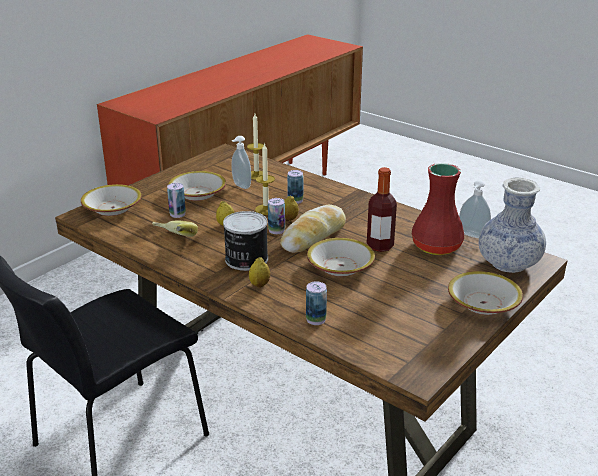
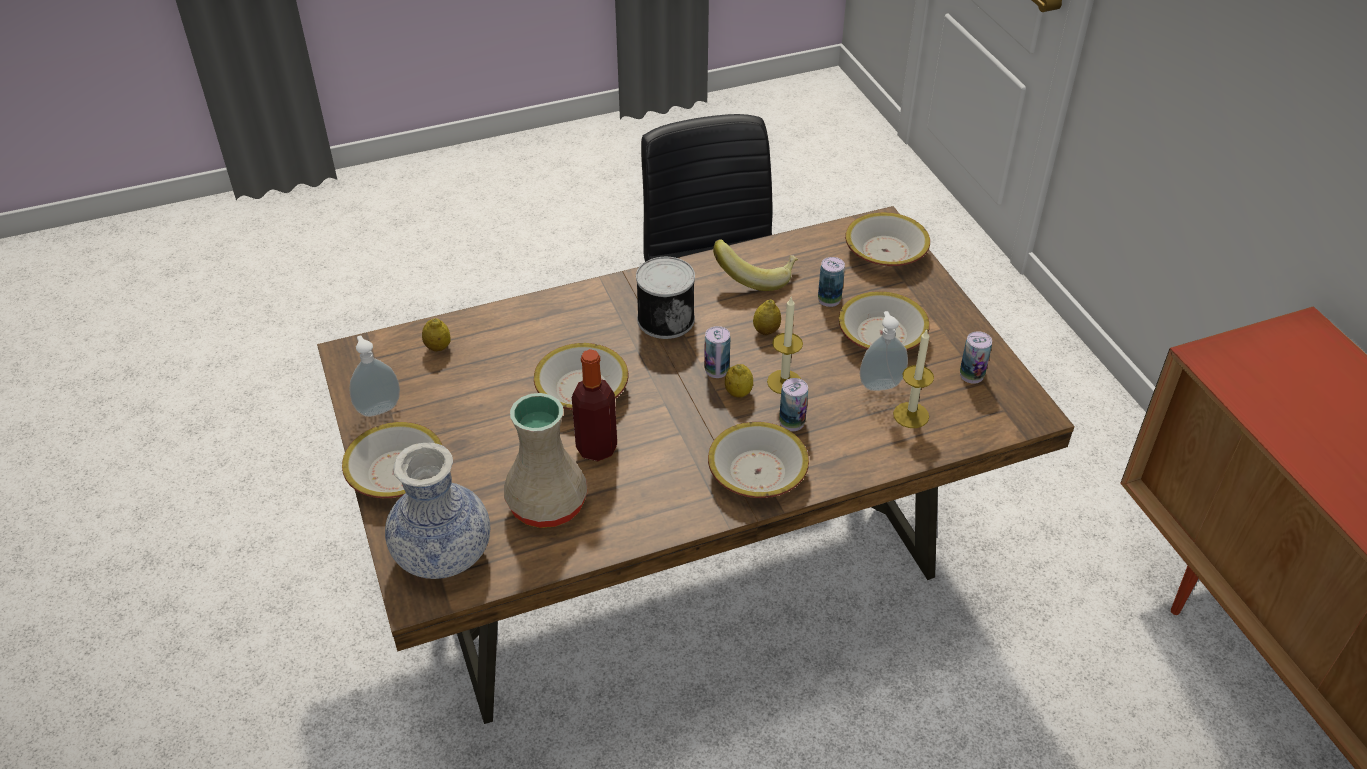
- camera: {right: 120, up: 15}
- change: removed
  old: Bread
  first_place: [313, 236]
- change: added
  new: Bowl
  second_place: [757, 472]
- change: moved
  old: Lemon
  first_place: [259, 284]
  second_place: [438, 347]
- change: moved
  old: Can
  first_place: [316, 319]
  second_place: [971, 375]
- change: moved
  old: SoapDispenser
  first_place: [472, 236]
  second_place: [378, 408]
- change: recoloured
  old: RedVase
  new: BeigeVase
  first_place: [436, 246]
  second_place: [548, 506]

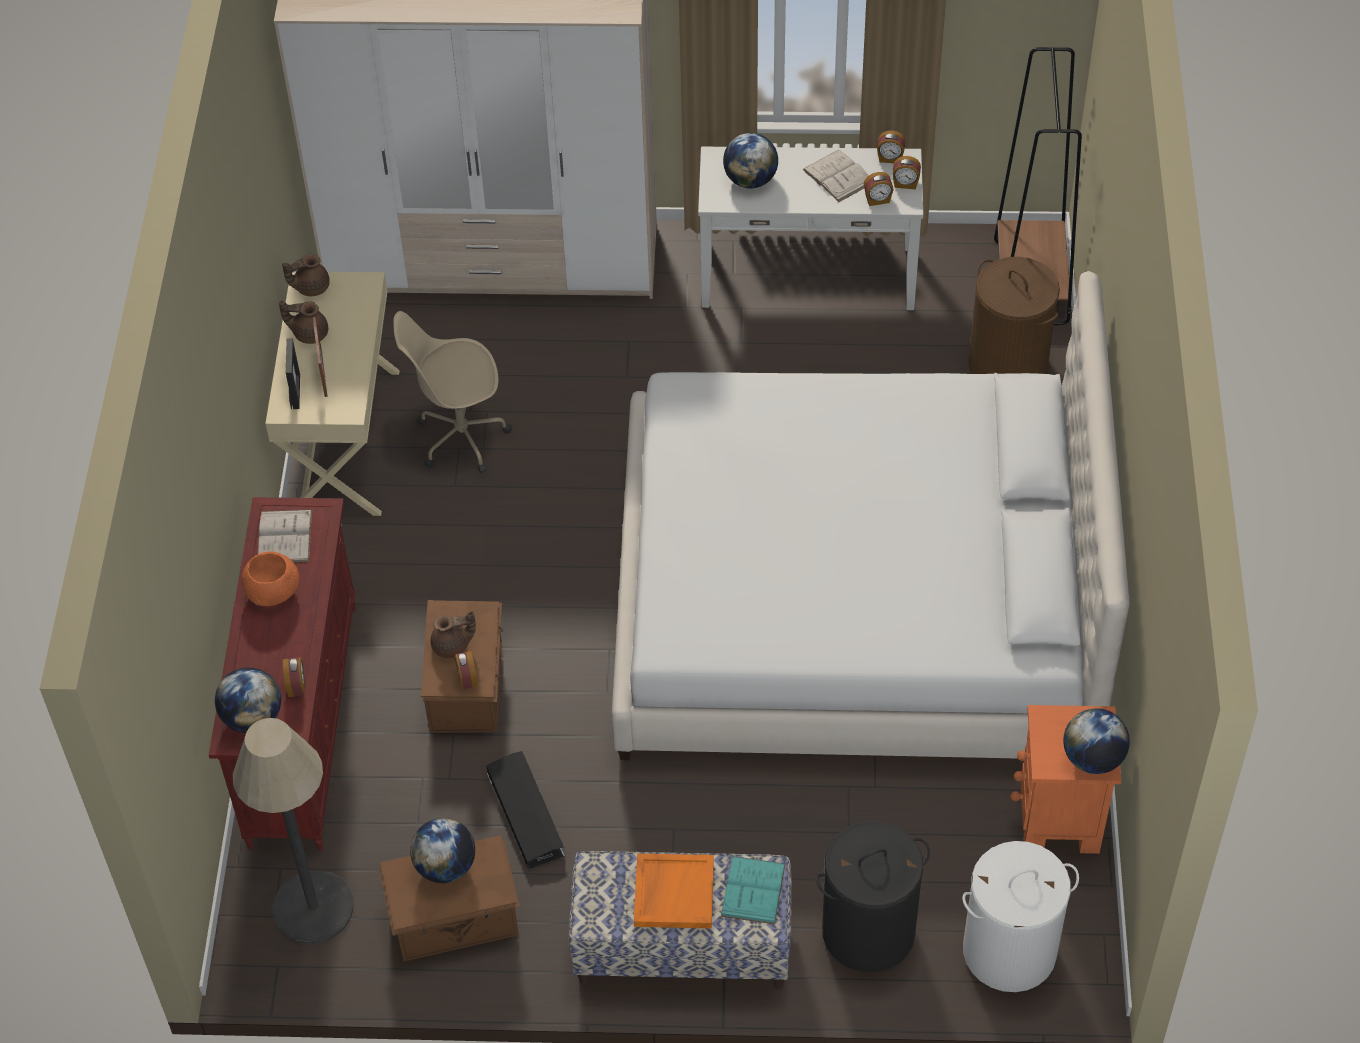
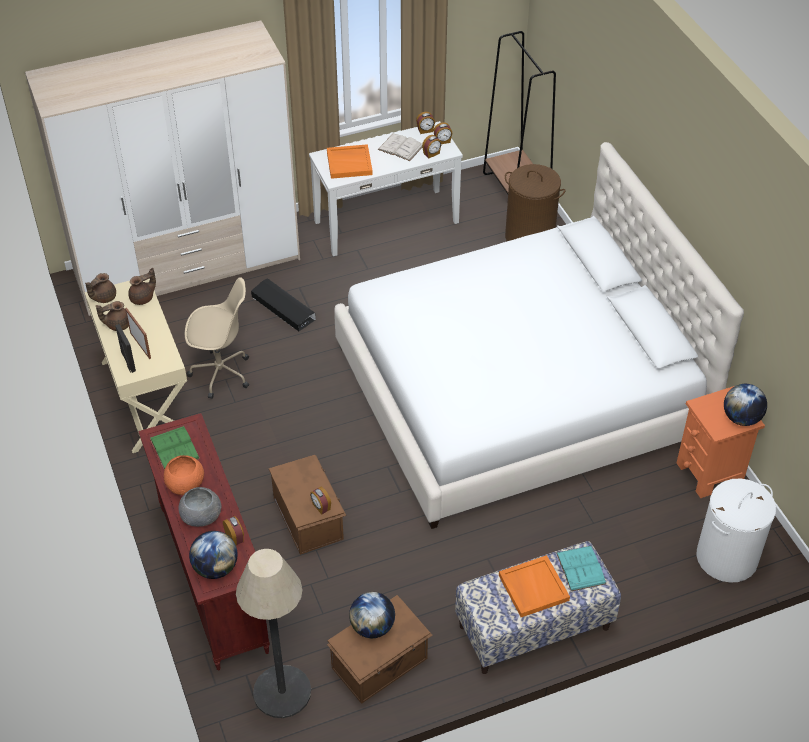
- camera: {right: -25, up: -5}
- change: removed
  old: BlackLaundryBasket
  first_place: [868, 931]
- change: added
  new: GreyBowl
  second_place: [202, 516]
- change: moved
  old: BrownTeapot
  first_place: [452, 646]
  second_place: [143, 298]
- change: moved
  old: BlackStorageBox
  first_place: [526, 814]
  second_place: [283, 308]
- change: replaced
  old: Globe
  new: OrangeTray
  first_place: [750, 180]
  second_place: [349, 163]
- change: recoloured
  old: WhiteBook
  new: GreenBook
  first_place: [285, 536]
  second_place: [174, 448]
- change: turned
  old: BeigeOfficeChair
  first_place: [459, 439]
  second_place: [222, 374]
  degrees: -150

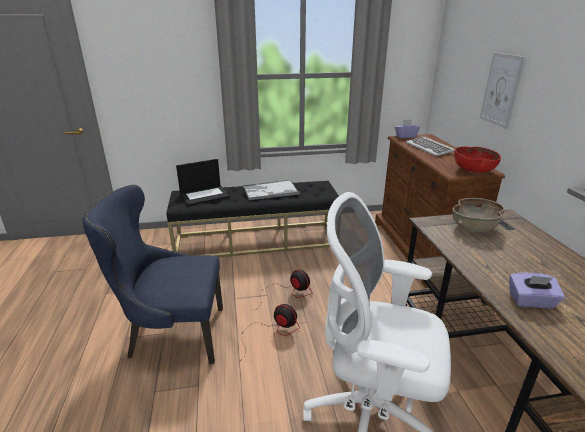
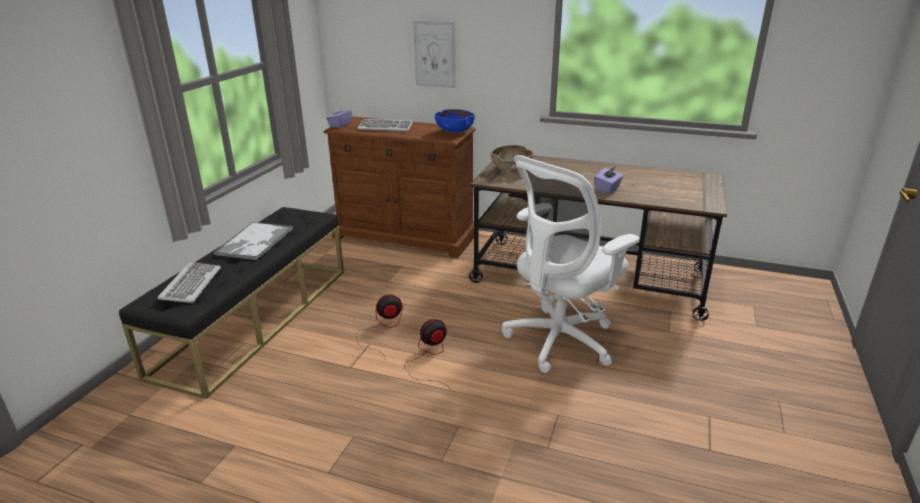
- camera: {right: -60, up: 0}
- change: removed
  old: BlueChair
  first_place: [173, 335]
- change: replaced
  old: Laptop
  new: Keyboard
  first_place: [205, 195]
  second_place: [190, 285]
- change: recoloured
  old: RedBowl
  new: BlueBowl
  first_place: [473, 170]
  second_place: [454, 131]

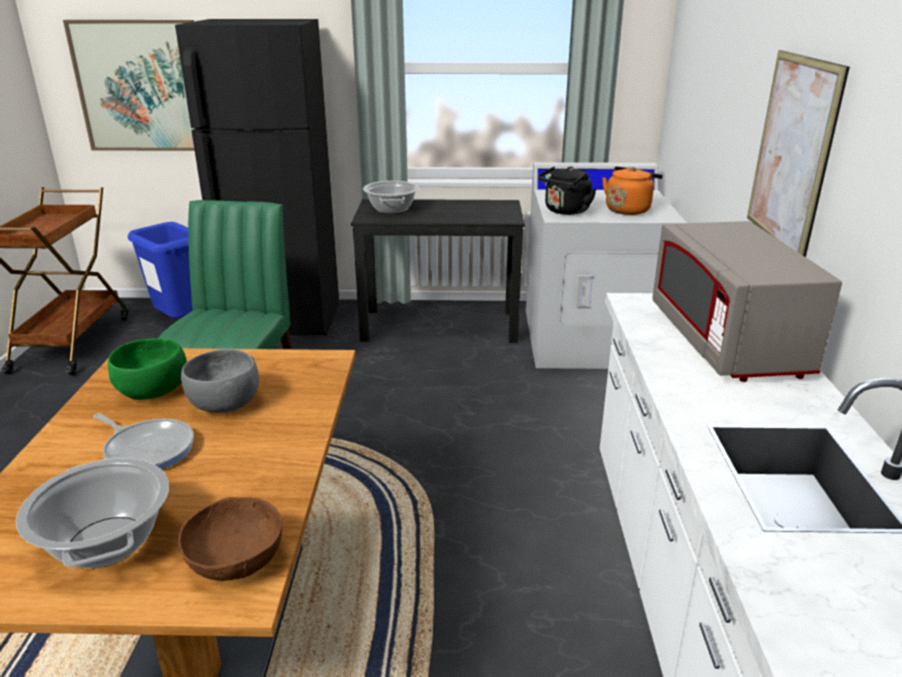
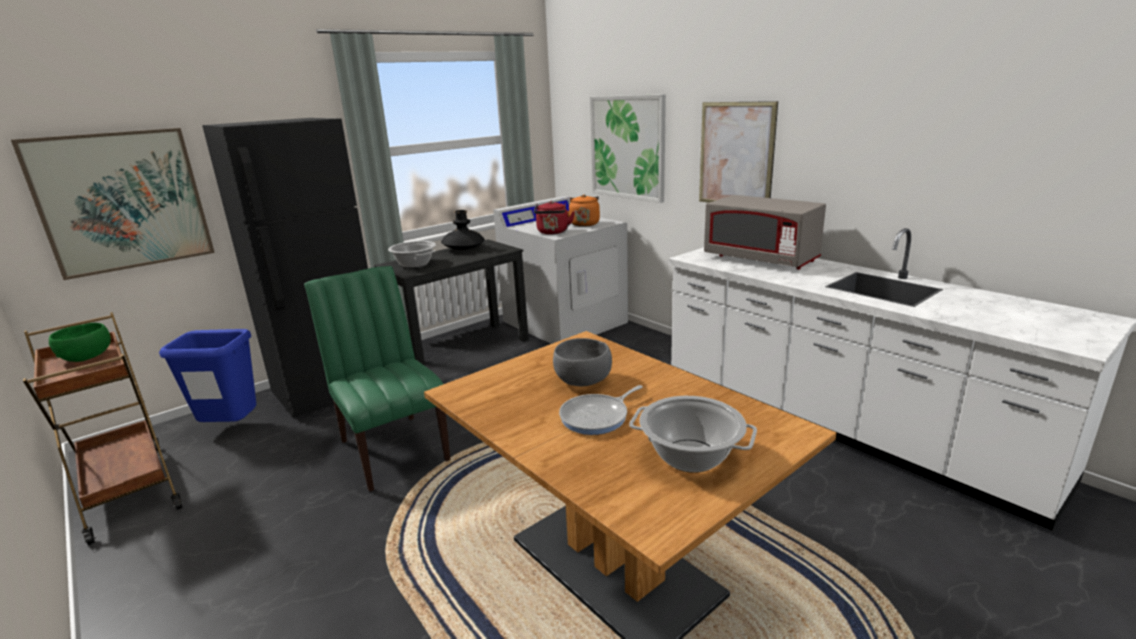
- camera: {right: -40, up: -5}
- change: removed
  old: BrownBowl
  first_place: [236, 560]
- change: added
  new: BlackVase
  second_place: [463, 249]
- change: added
  new: Picture
  second_place: [627, 147]
- change: moved
  old: GreenBowl
  first_place: [154, 391]
  second_place: [87, 357]
- change: recoloured
  old: BlackKettle
  new: RedKettle
  first_place: [565, 211]
  second_place: [553, 232]
- change: turned
  old: FryingPan
  first_place: [147, 449]
  second_place: [597, 417]
  degrees: 150

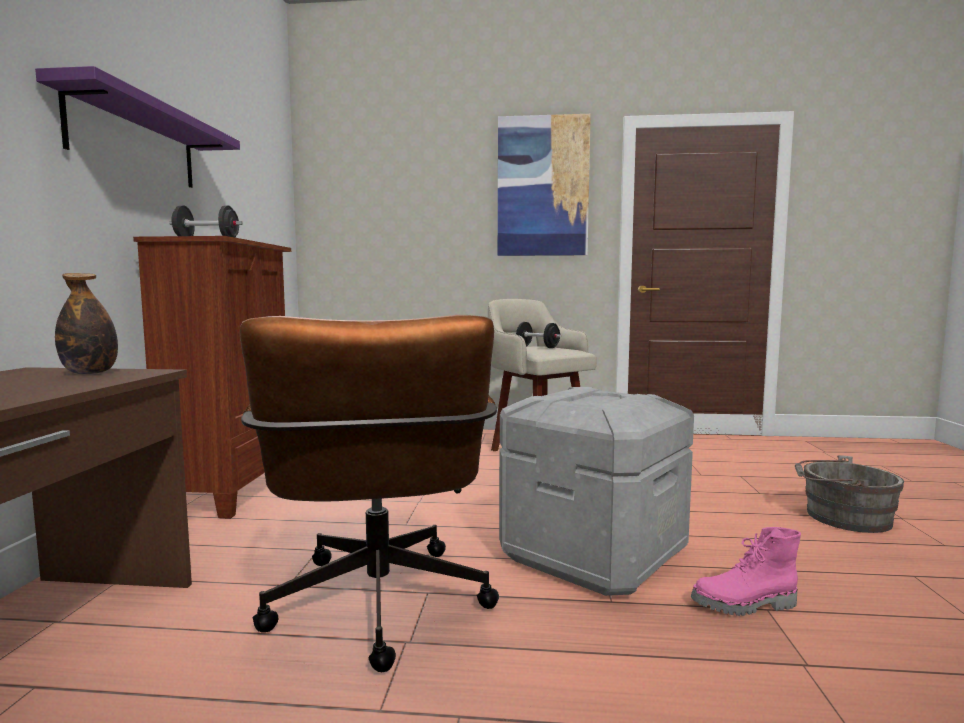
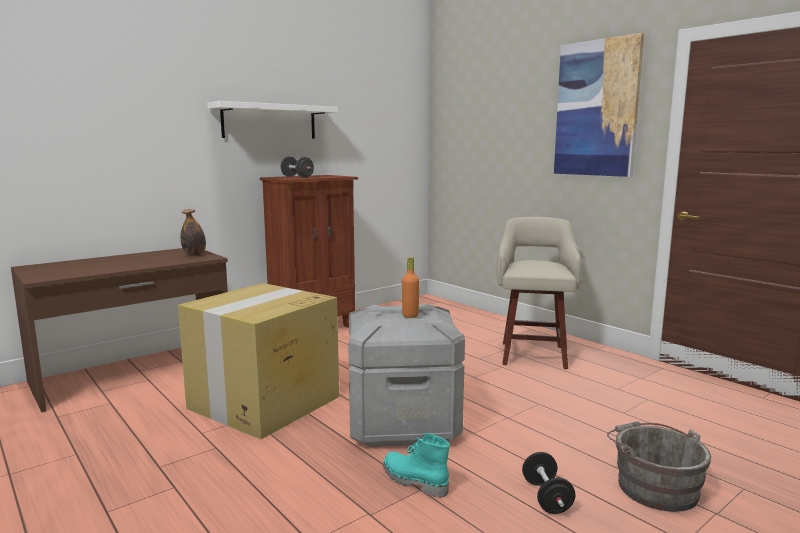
- camera: {right: 45, up: 5}
- change: added
  new: OrangeBottle
  second_place: [410, 315]
- change: moved
  old: BlackDumbbell
  first_place: [537, 347]
  second_place: [546, 498]
- change: replaced
  old: BrownOfficeChair
  new: CardboardBox
  first_place: [378, 613]
  second_place: [263, 403]
- change: recoloured
  old: PurpleShelf
  new: WhiteShelf
  first_place: [135, 141]
  second_place: [269, 122]
- change: recoloured
  old: PinkBoot
  new: TurquoiseBoot
  first_place: [745, 605]
  second_place: [413, 482]

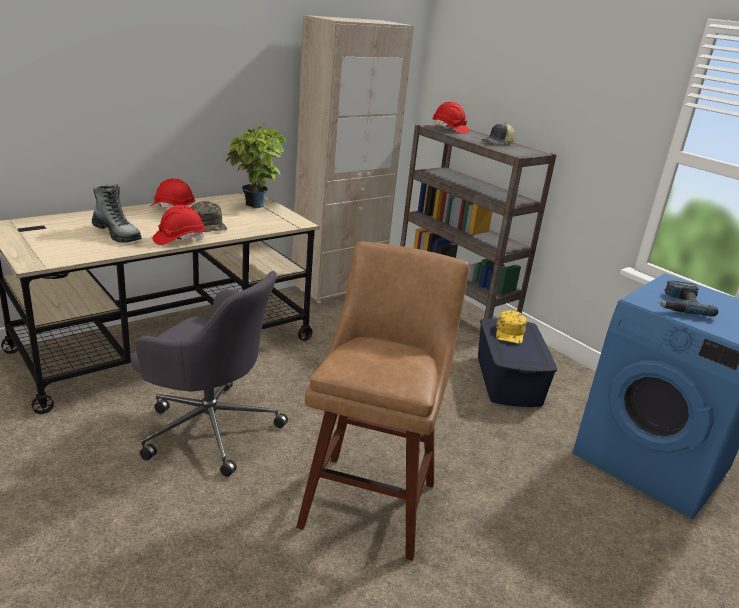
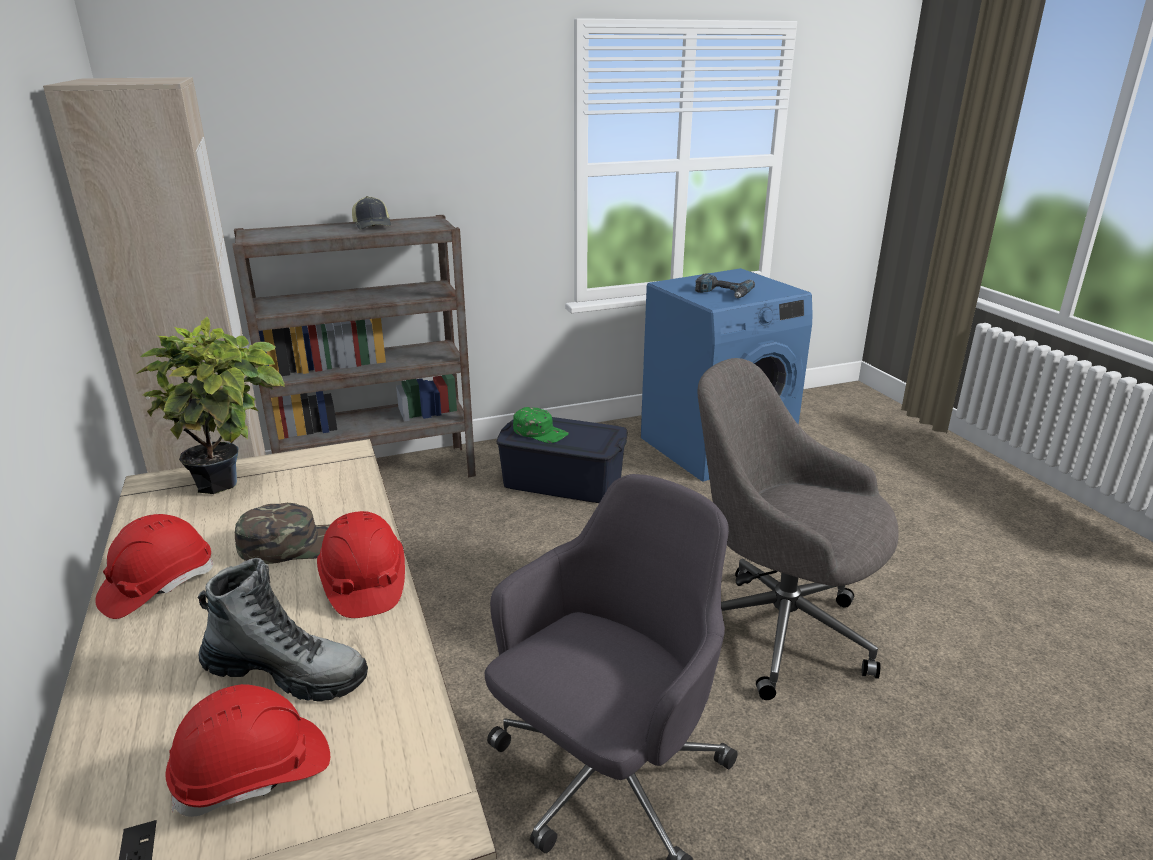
- camera: {right: -70, up: 0}
- change: moved
  old: RedHardHat
  first_place: [449, 129]
  second_place: [254, 774]
- change: replaced
  old: BrownStool
  new: GreyOfficeChair
  first_place: [370, 500]
  second_place: [778, 632]
- change: recoloured
  old: YellowCap
  new: GreenCap
  first_place: [510, 332]
  second_place: [540, 432]
- change: turned
  old: Boot
  first_place: [117, 234]
  second_place: [287, 673]
  degrees: 45

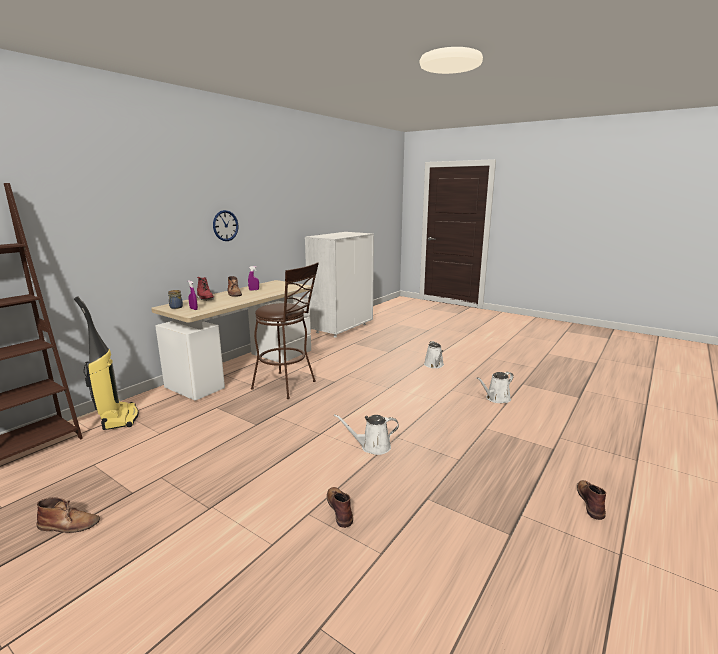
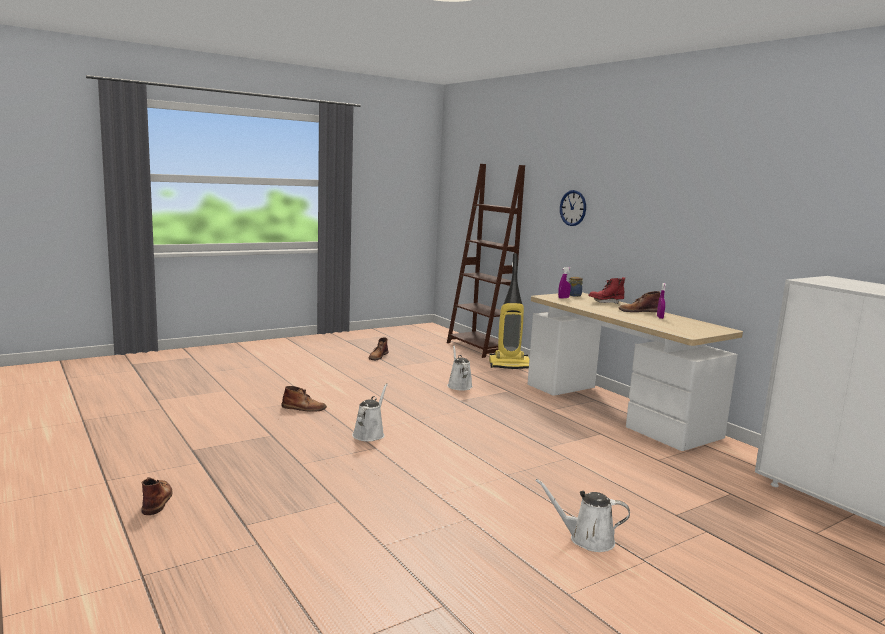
- camera: {right: 110, up: -5}
- change: removed
  old: BrownStool
  first_place: [288, 386]
- change: moved
  old: WallClock
  first_place: [225, 225]
  second_place: [573, 208]
- change: moved
  old: WhiteWateringCan
  first_place: [496, 399]
  second_place: [459, 385]
- change: turned
  old: BrownBoot
  first_place: [590, 501]
  second_place: [157, 500]
  degrees: -135

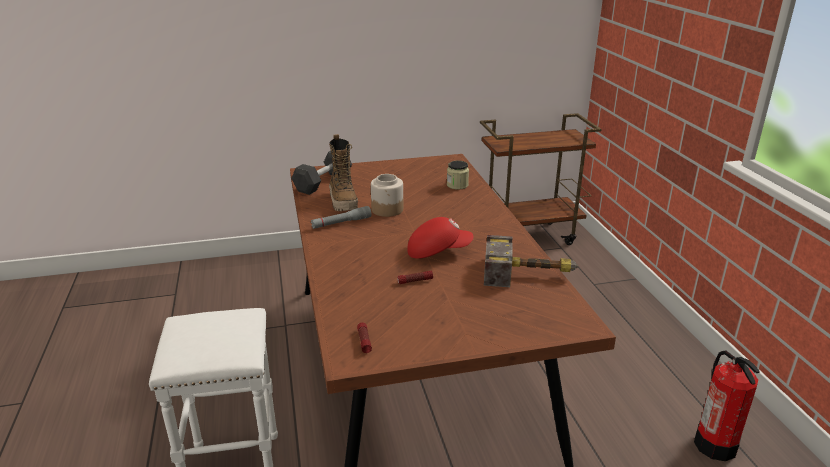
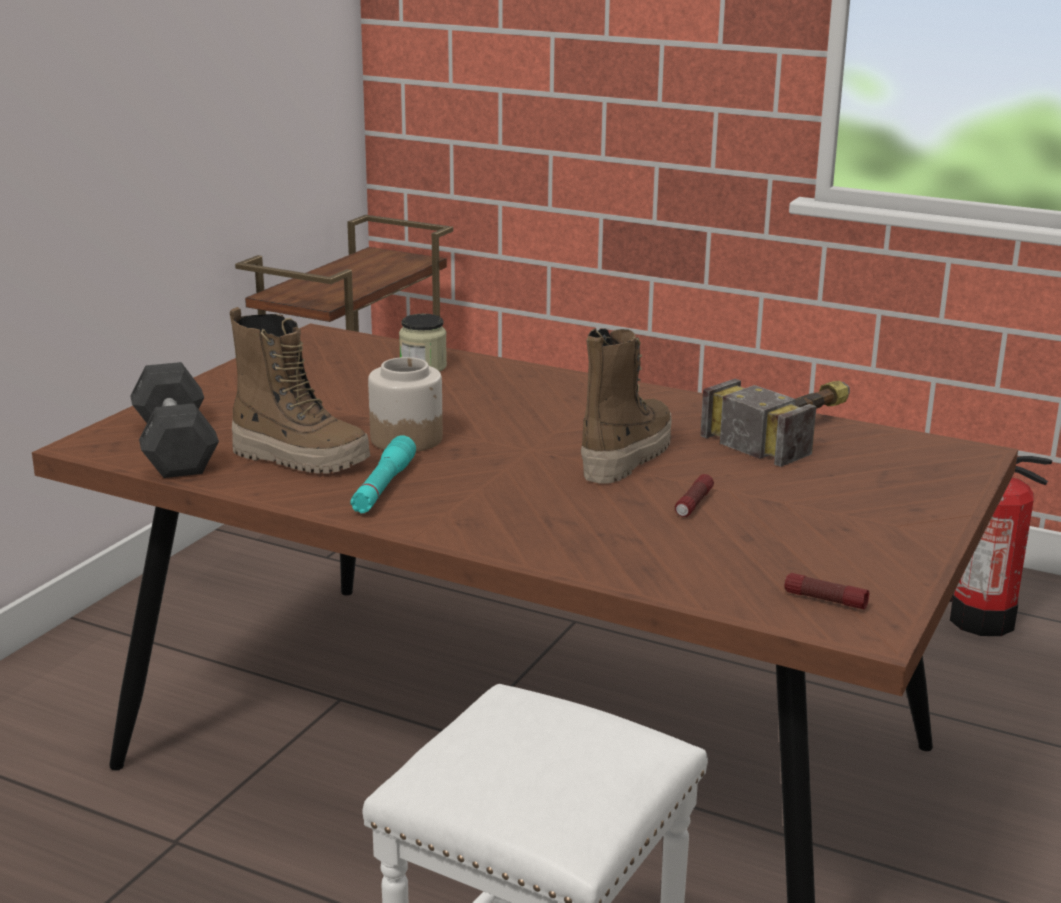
- camera: {right: -50, up: -5}
- change: replaced
  old: RedCap
  new: Boot
  first_place: [438, 251]
  second_place: [625, 457]
- change: recoloured
  old: GreyFlashlight
  new: TurquoiseFlashlight
  first_place: [341, 223]
  second_place: [383, 487]

